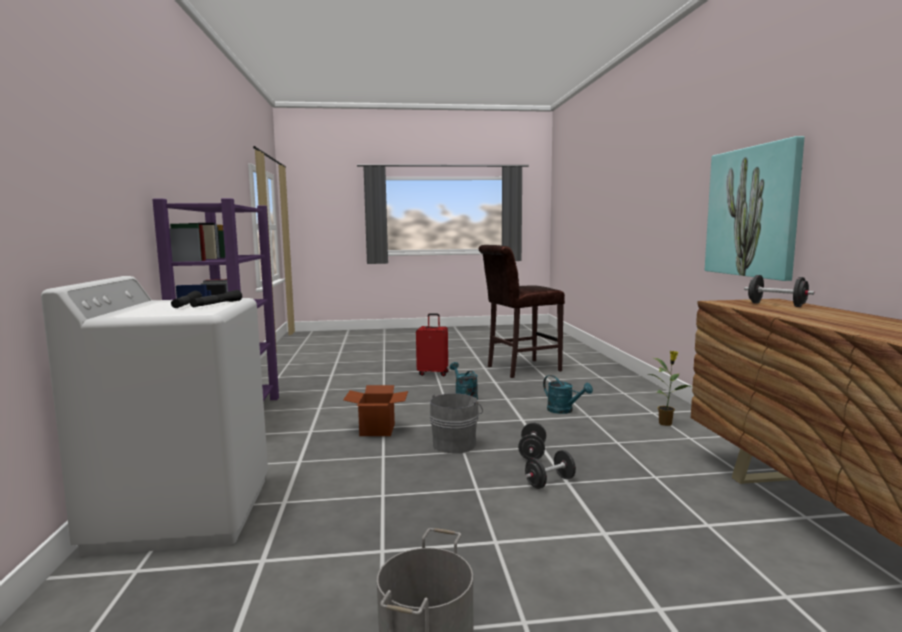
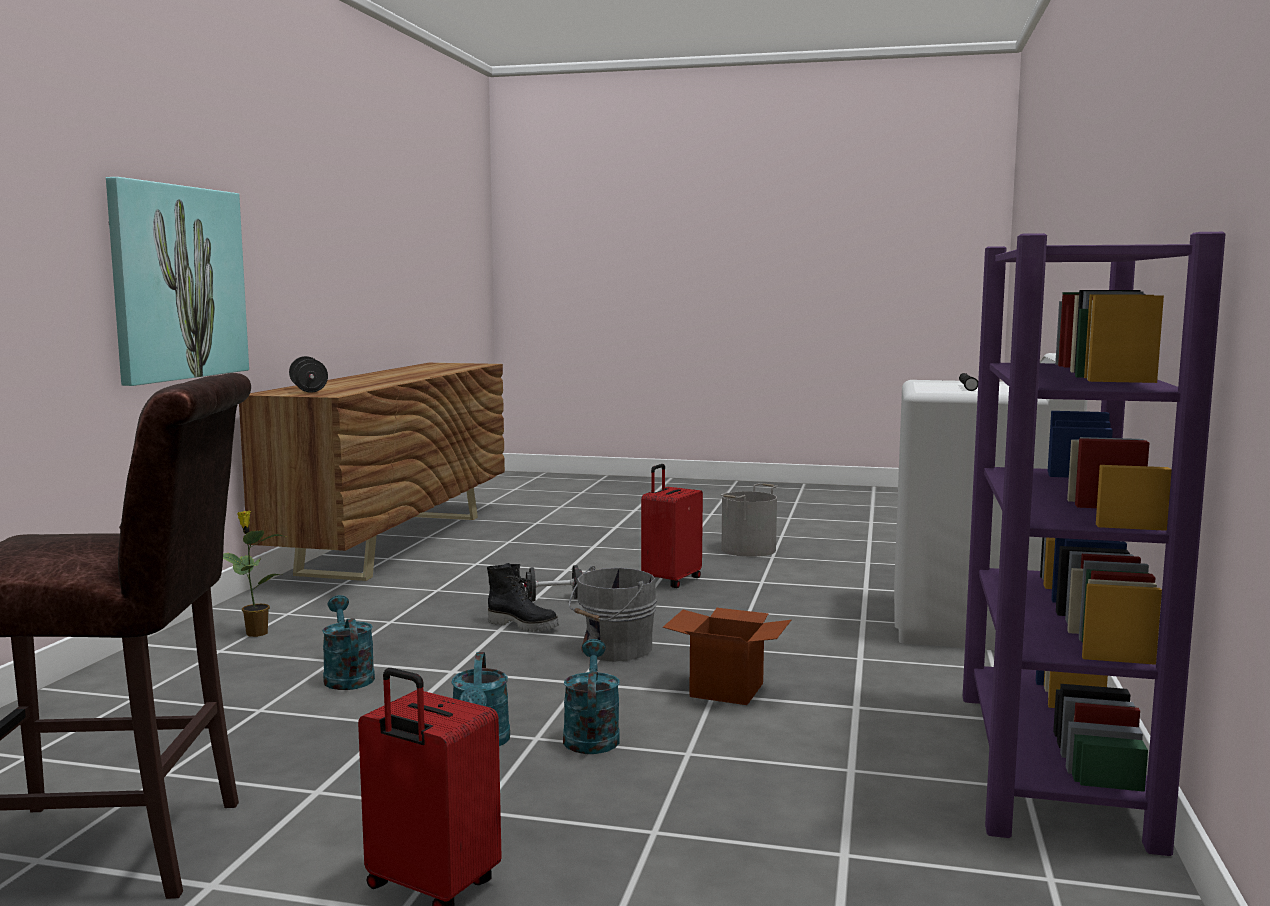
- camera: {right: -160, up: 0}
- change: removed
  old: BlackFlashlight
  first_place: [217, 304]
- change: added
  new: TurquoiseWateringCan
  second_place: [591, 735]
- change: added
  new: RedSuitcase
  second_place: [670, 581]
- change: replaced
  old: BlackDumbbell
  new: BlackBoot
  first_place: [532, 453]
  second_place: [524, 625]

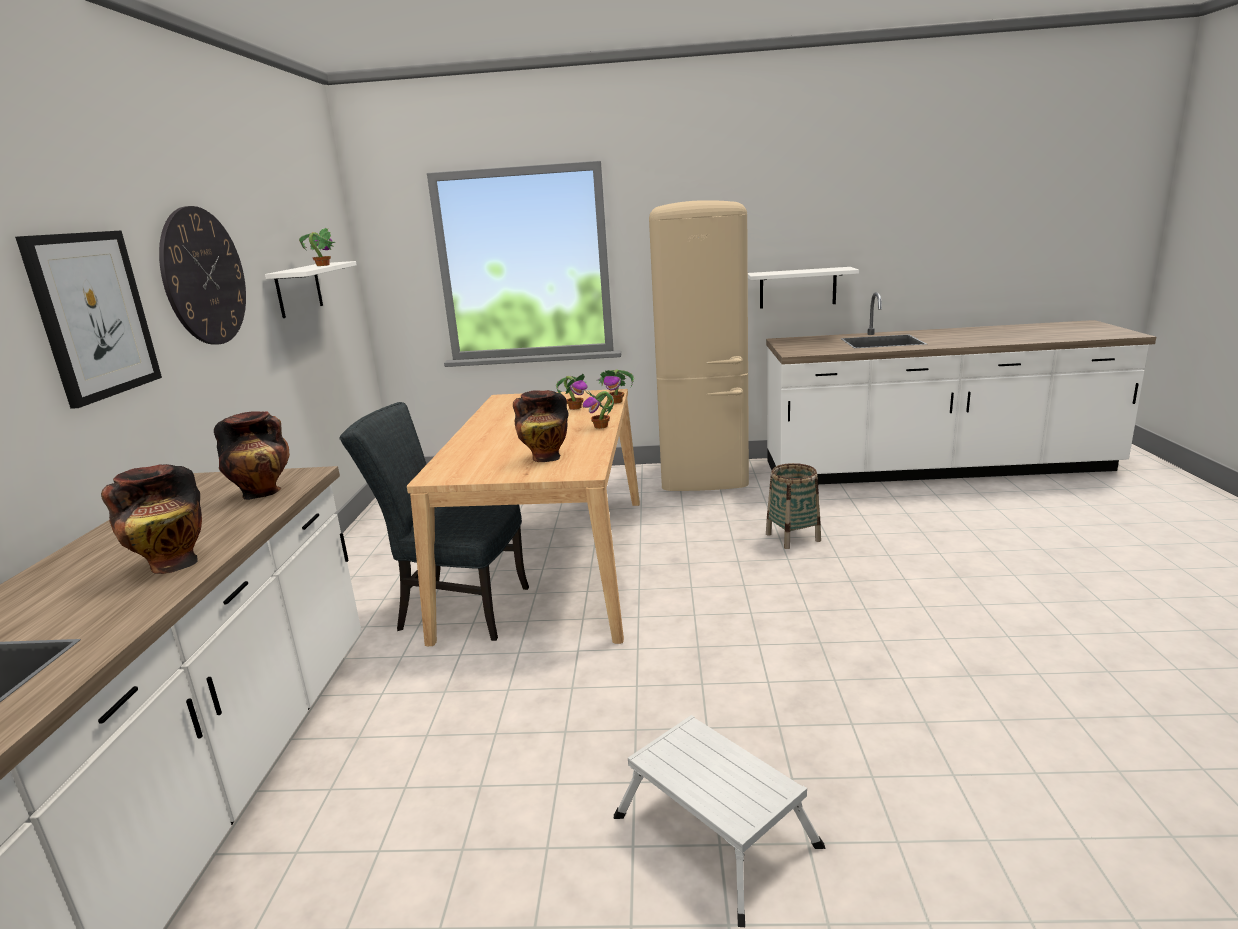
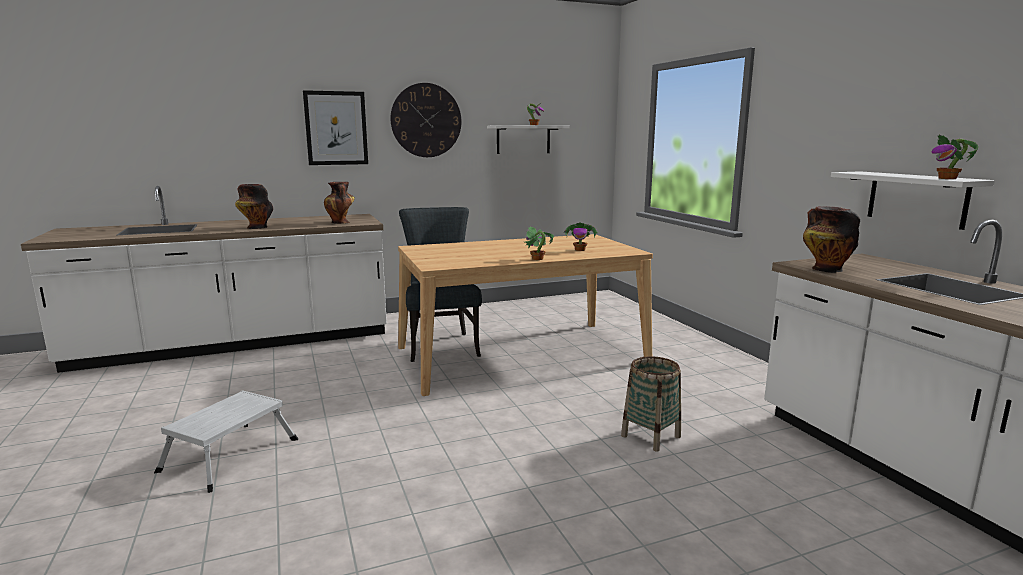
- camera: {right: 65, up: -5}
- change: removed
  old: BeigeFridge
  first_place: [703, 477]
- change: moved
  old: Vase
  first_place: [544, 457]
  second_place: [825, 269]
- change: moved
  old: PottedPlant
  first_place: [616, 401]
  second_place: [948, 178]

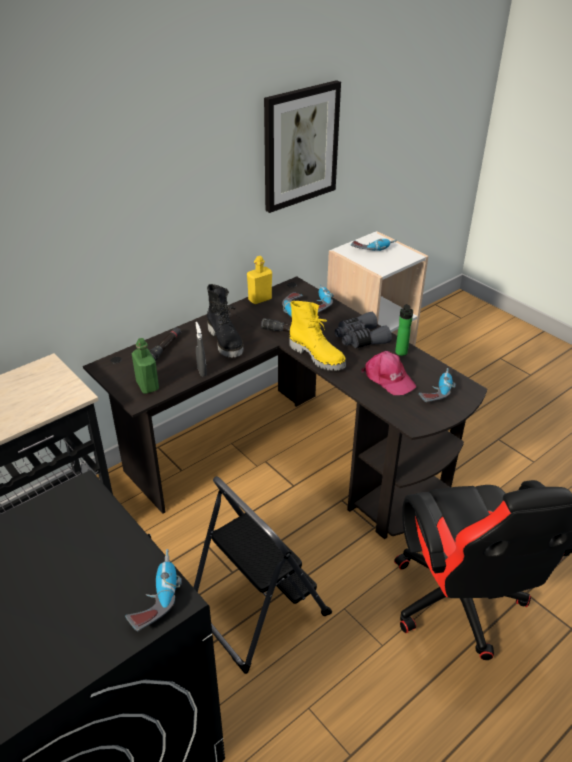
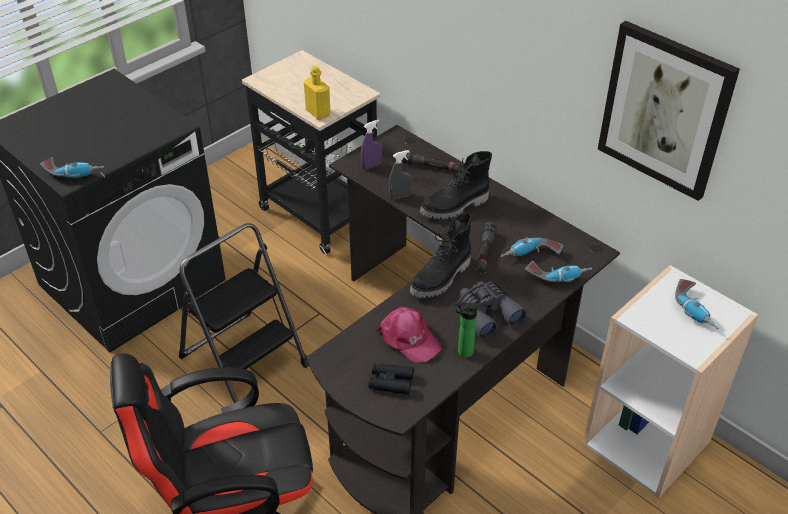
- camera: {right: 85, up: 5}
- change: moved
  old: YellowBottle
  first_place: [260, 299]
  second_place: [318, 113]
- change: replaced
  old: GreenBottle
  new: PurpleSprayBottle
  first_place: [147, 386]
  second_place: [371, 166]
- change: replaced
  old: PowerDrill
  new: BlackBinoculars
  first_place: [436, 391]
  second_place: [391, 382]
- change: recoloured
  old: YellowBoot
  new: BlackBoot
  first_place: [317, 356]
  second_place: [442, 278]
- change: turned
  old: PinkCap
  first_place: [388, 378]
  second_place: [408, 339]
  degrees: -90

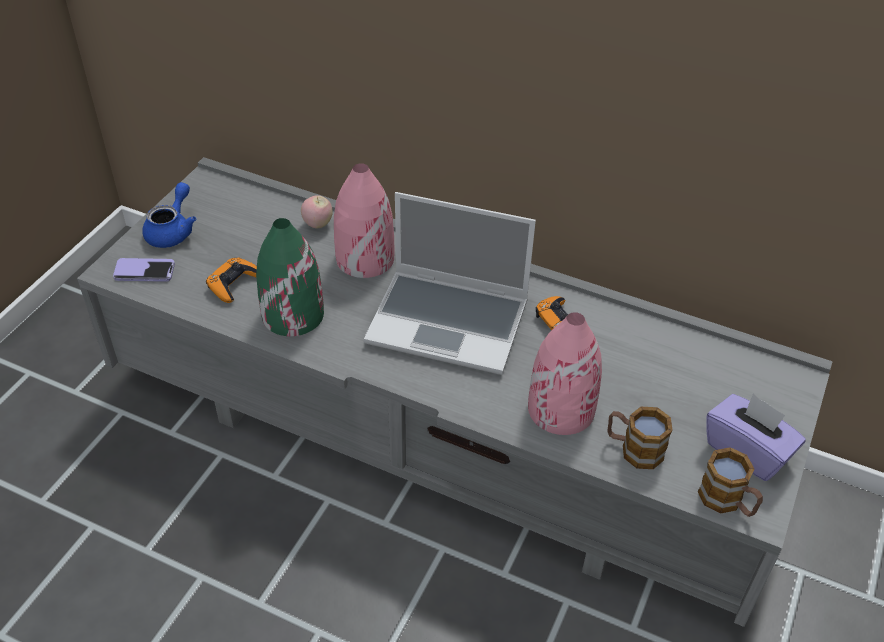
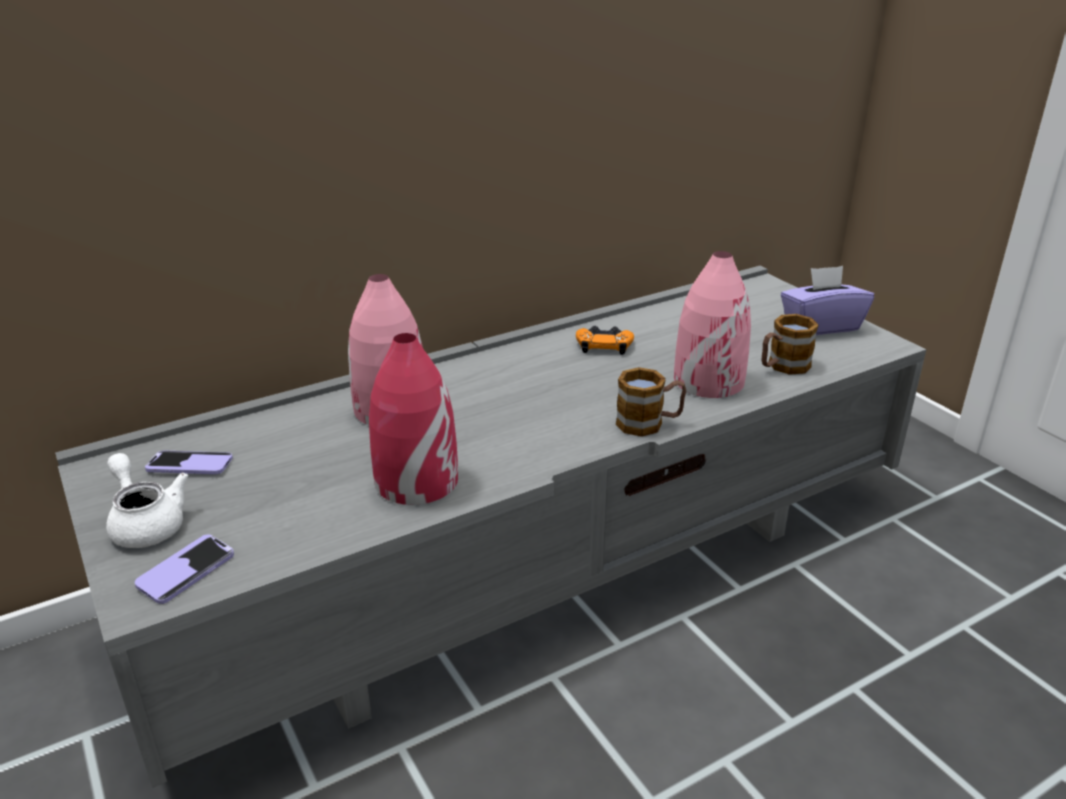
- camera: {right: -55, up: -15}
- change: removed
  old: OrangeGameController
  first_place: [233, 284]
- change: removed
  old: Apple
  first_place: [317, 224]
- change: removed
  old: Laptop
  first_place: [450, 322]
- change: added
  new: Phone
  second_place: [190, 465]
- change: moved
  old: Mug
  first_place: [727, 501]
  second_place: [649, 423]
- change: recoloured
  old: BlueTeapot
  new: WhiteTeapot
  first_place: [172, 231]
  second_place: [146, 522]
- change: recoloured
  old: GreenVase
  new: RedVase
  first_place: [292, 314]
  second_place: [415, 481]

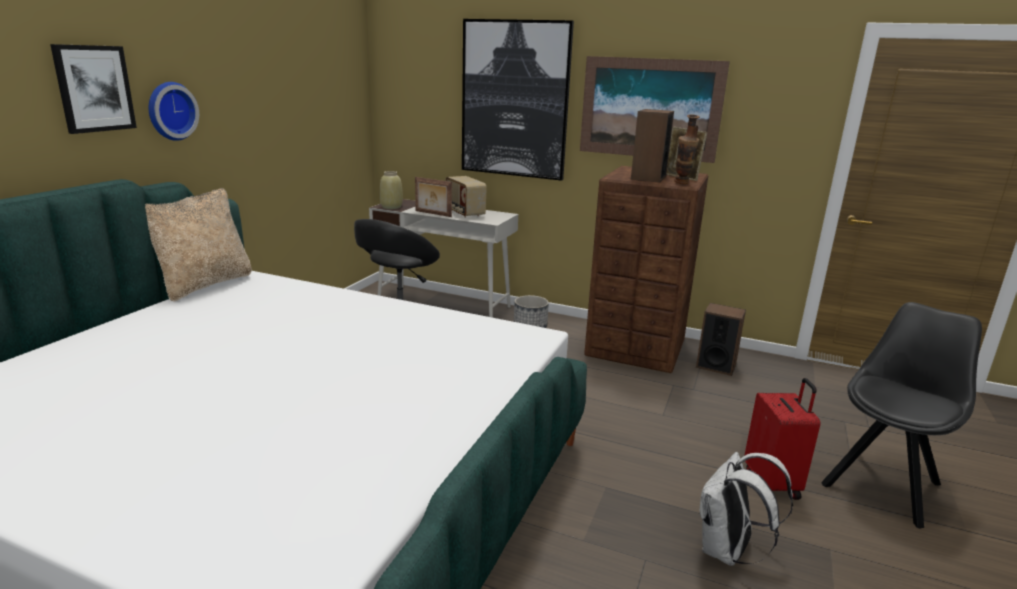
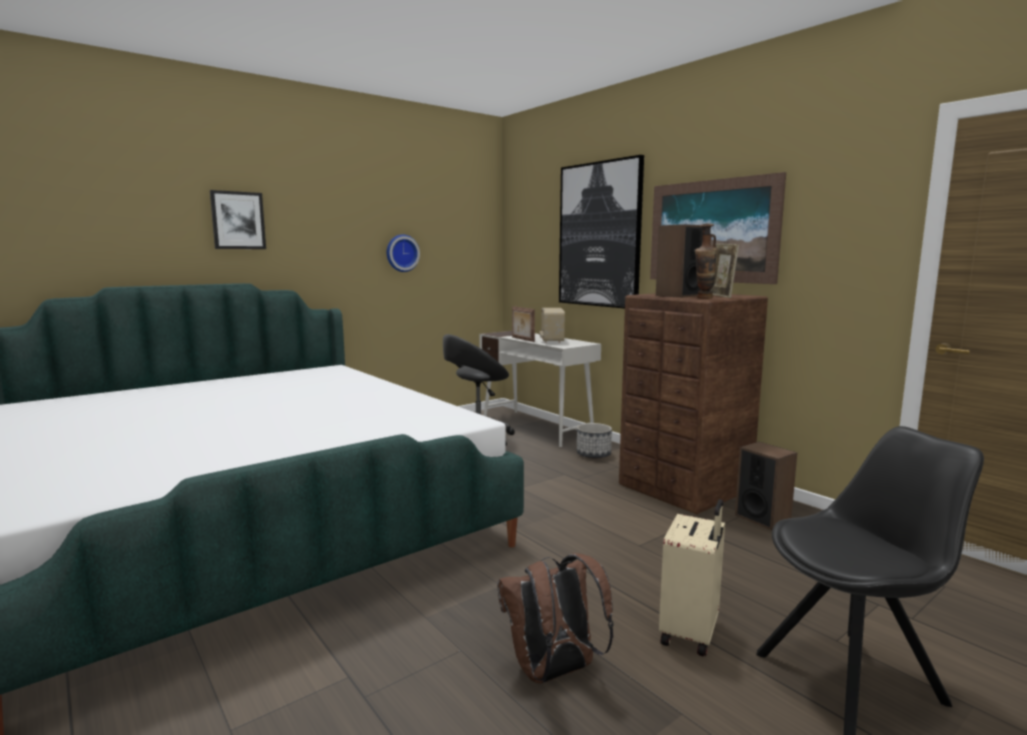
- camera: {right: 30, up: -10}
- change: removed
  old: BeigePillow
  first_place: [206, 285]
- change: removed
  old: BeigeVase
  first_place: [391, 207]
- change: moved
  old: WallClock
  first_place: [170, 111]
  second_place: [401, 253]
- change: recoloured
  old: WhiteBackpack
  new: BrownBackpack
  first_place: [727, 551]
  second_place: [554, 672]
- change: recoloured
  old: RedSuitcase
  new: BeigeSuitcase
  first_place: [773, 483]
  second_place: [691, 633]

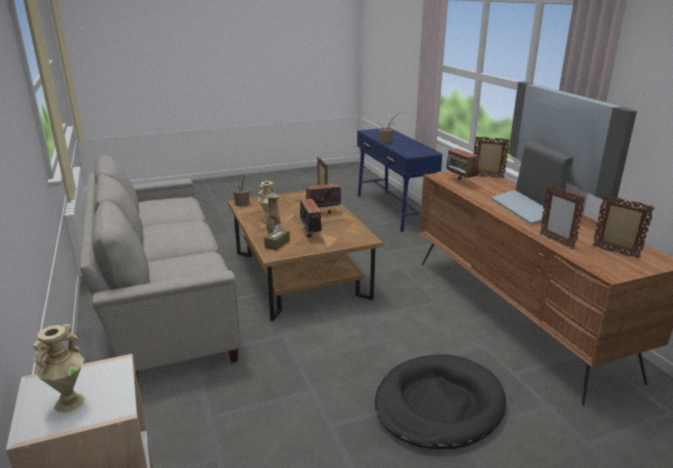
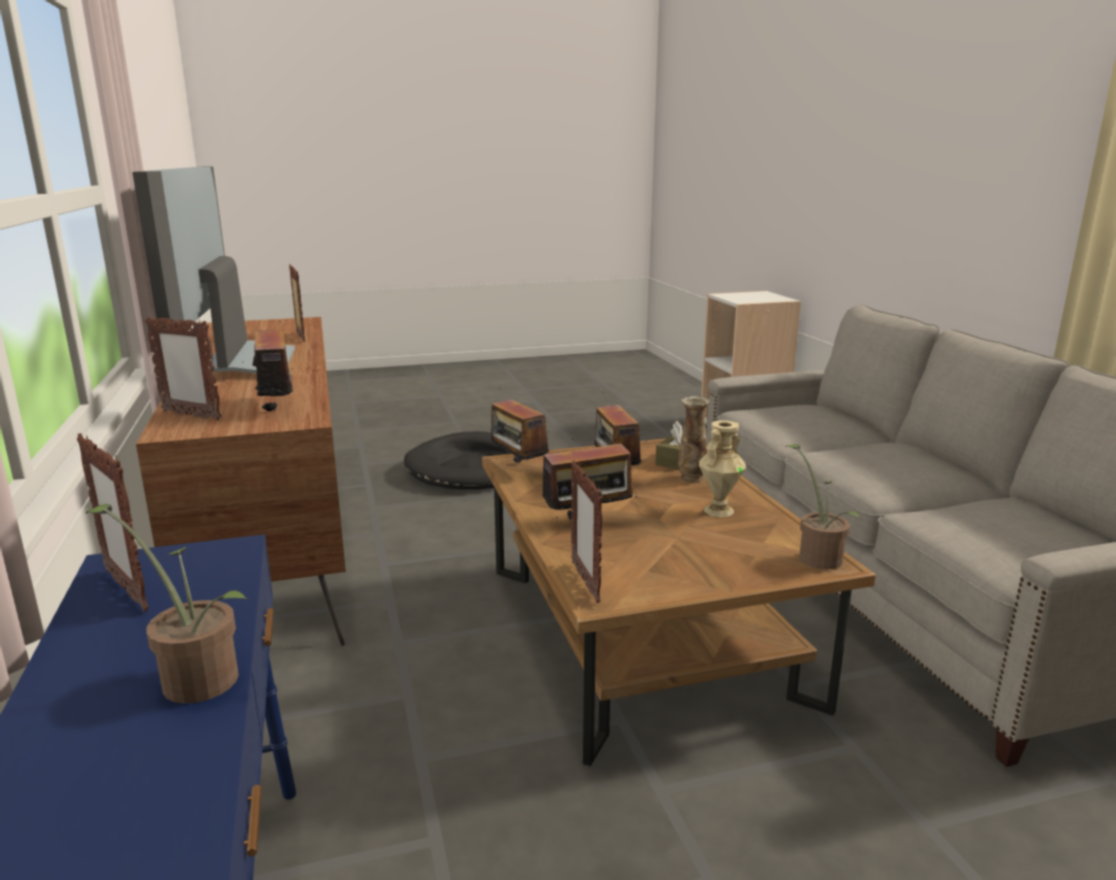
- camera: {right: -175, up: -5}
- change: removed
  old: BeigeVase
  first_place: [69, 402]
- change: added
  new: Radio
  second_place: [518, 468]
- change: moved
  old: PictureFrame
  first_place: [615, 253]
  second_place: [126, 590]

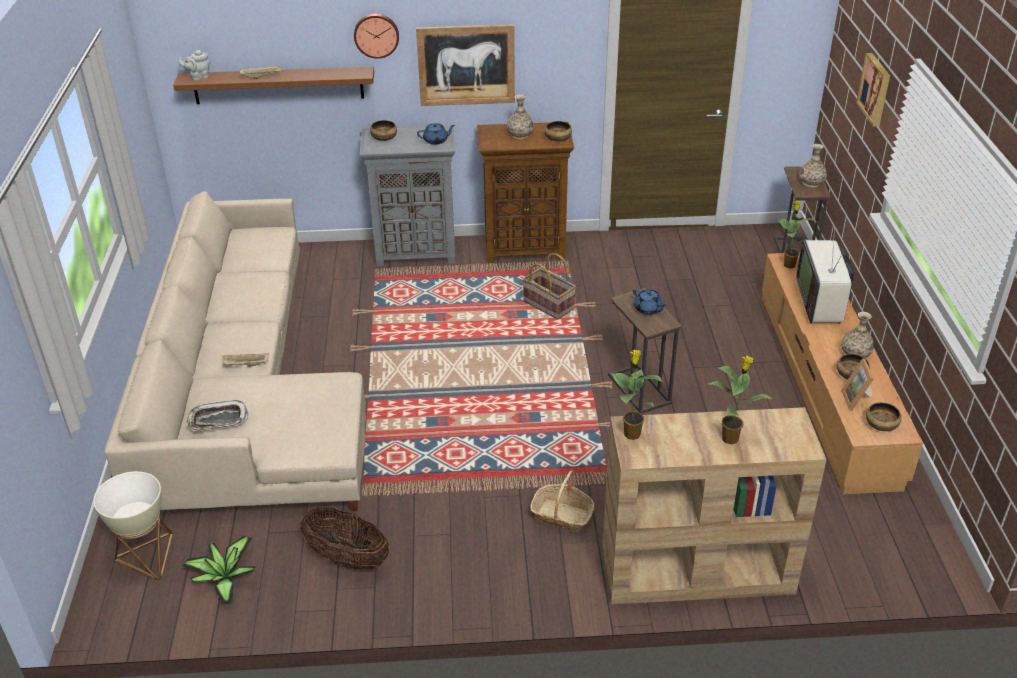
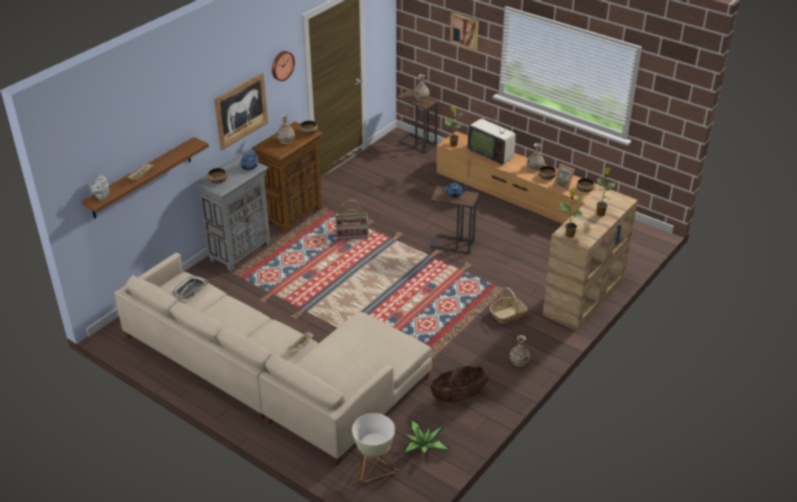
- camera: {right: -50, up: 0}
- change: added
  new: Vase
  second_place: [519, 361]
- change: moved
  old: Tray
  first_place: [217, 420]
  second_place: [190, 290]
- change: moved
  old: WallClock
  first_place: [376, 35]
  second_place: [281, 65]

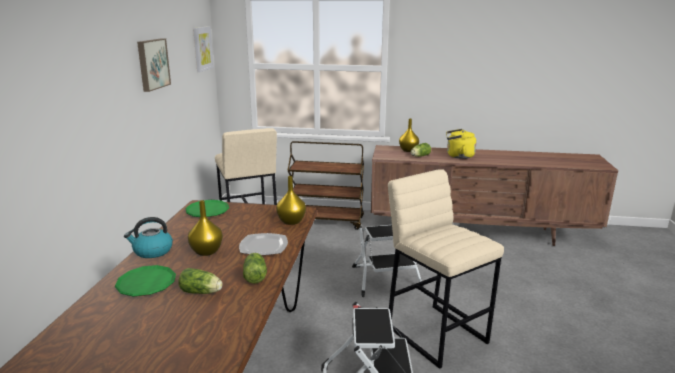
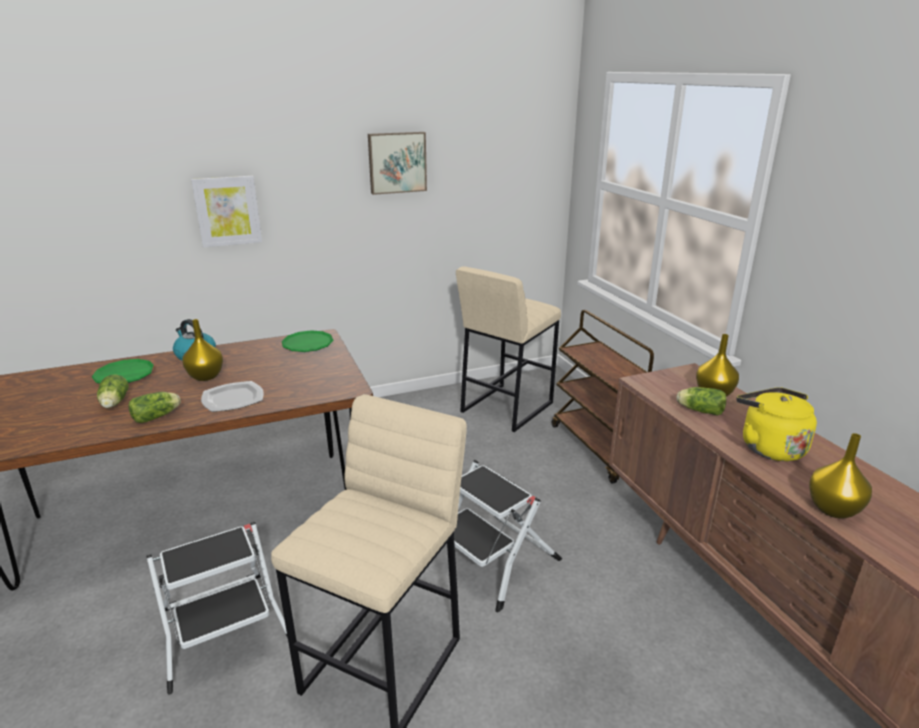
- camera: {right: 60, up: 5}
- change: moved
  old: Picture
  first_place: [202, 48]
  second_place: [227, 211]
- change: moved
  old: YellowVase
  first_place: [291, 221]
  second_place: [833, 508]

